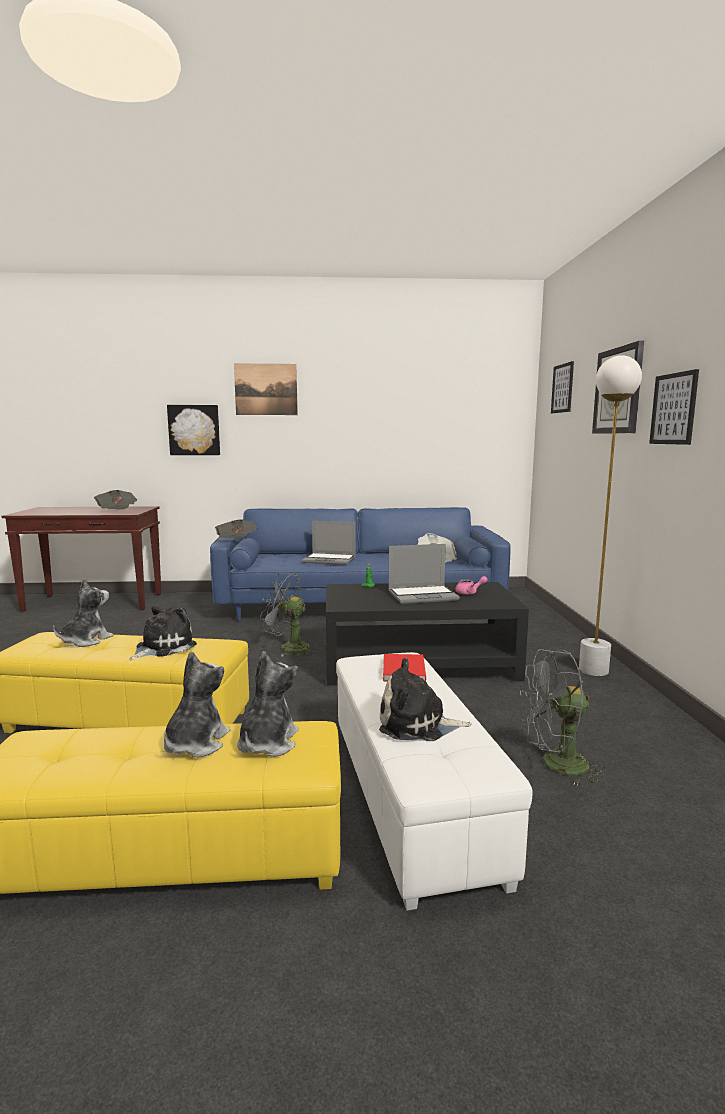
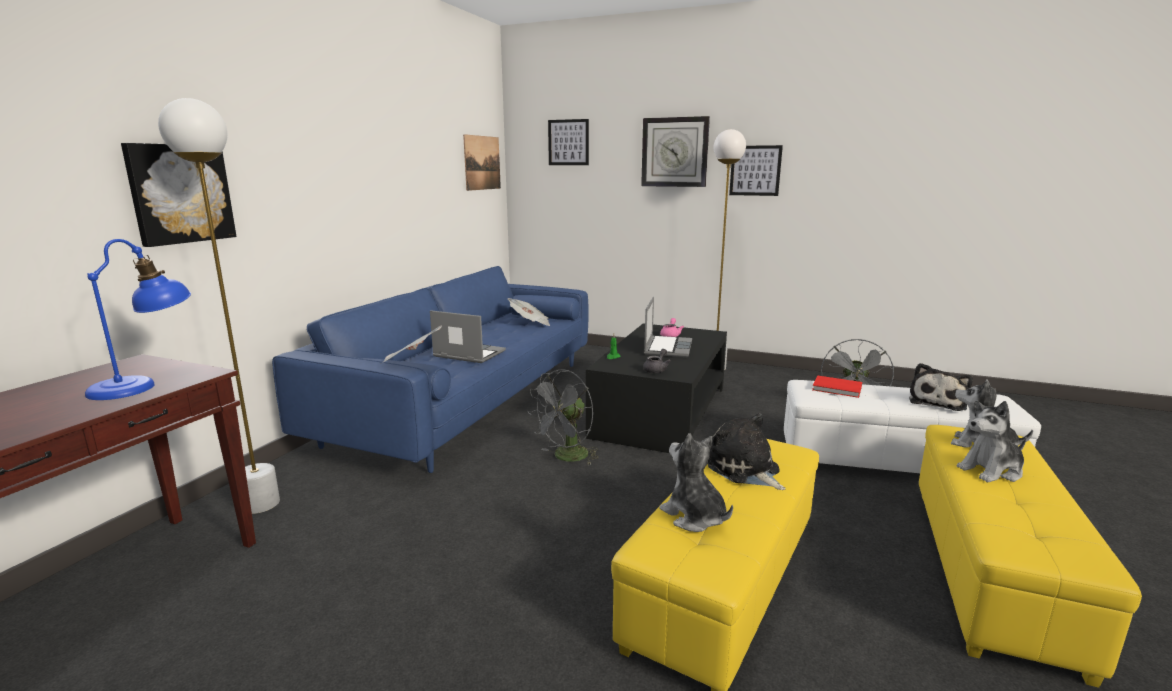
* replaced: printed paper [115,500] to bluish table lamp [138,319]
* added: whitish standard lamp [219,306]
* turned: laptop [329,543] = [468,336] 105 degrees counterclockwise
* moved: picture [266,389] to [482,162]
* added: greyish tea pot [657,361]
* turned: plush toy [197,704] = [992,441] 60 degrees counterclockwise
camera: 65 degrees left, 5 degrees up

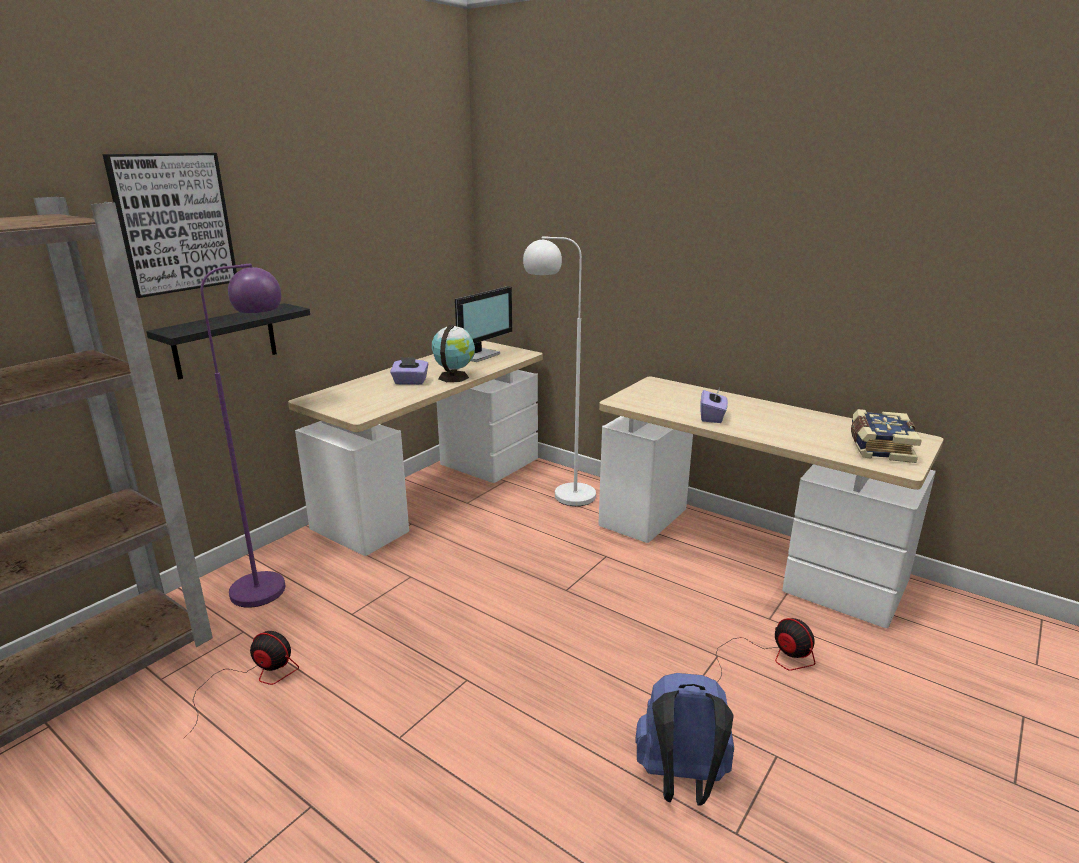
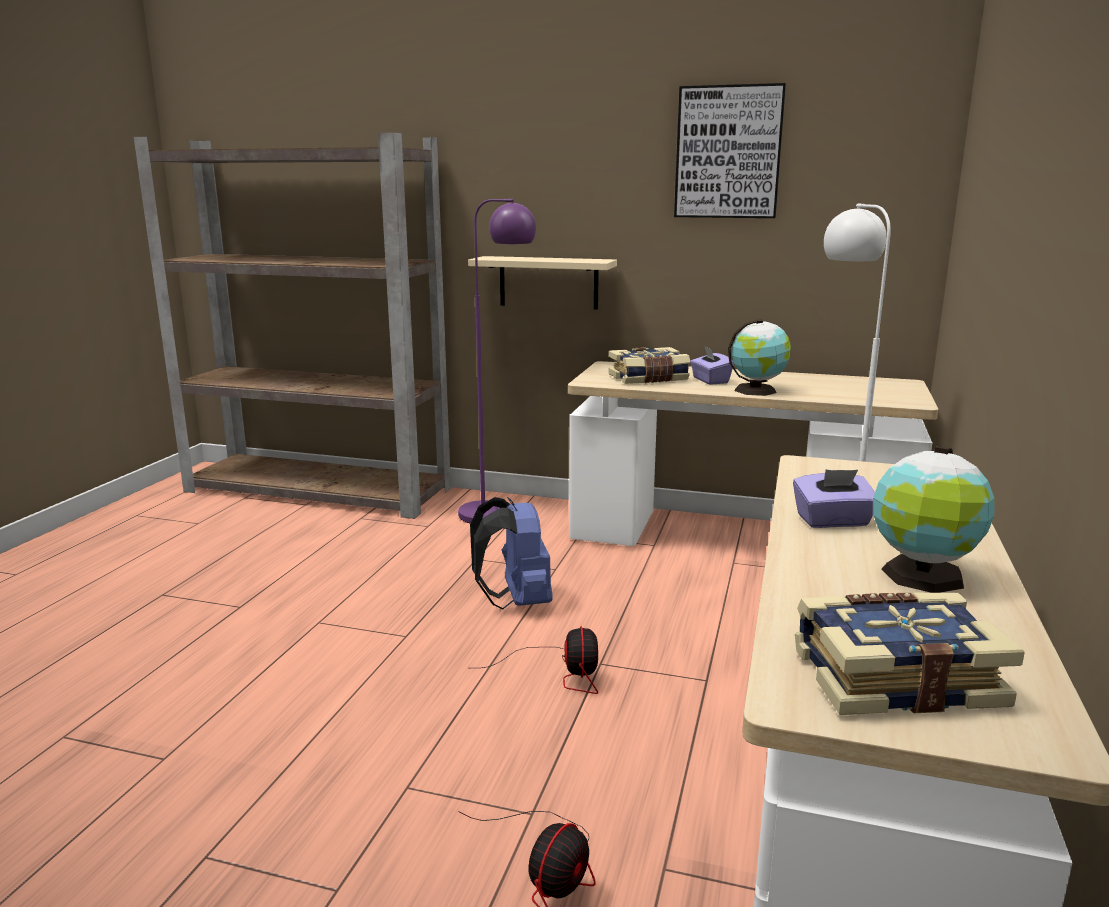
* recoloured: black-coloured shelf [228,341] to beige shelf [542,283]
* moved: bluish knapsack [685,739] to [511,553]
* moved: fan [241,685] to [540,660]
* added: bound book [649,365]
* moved: picture [170,225] to [730,150]
* added: desk globe [933,519]
* removed: computer screen [483,324]
camera: 70 degrees right, 5 degrees down

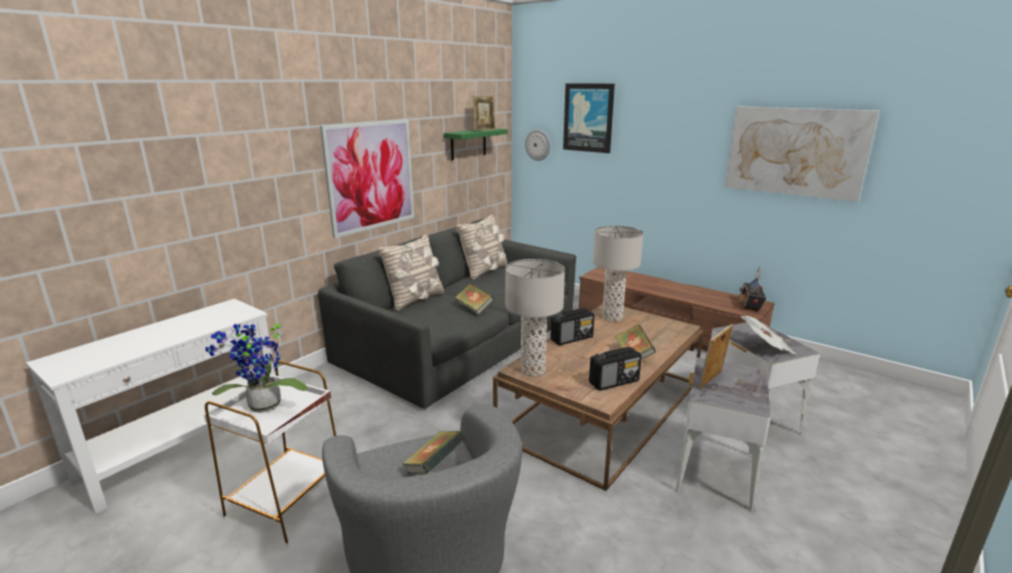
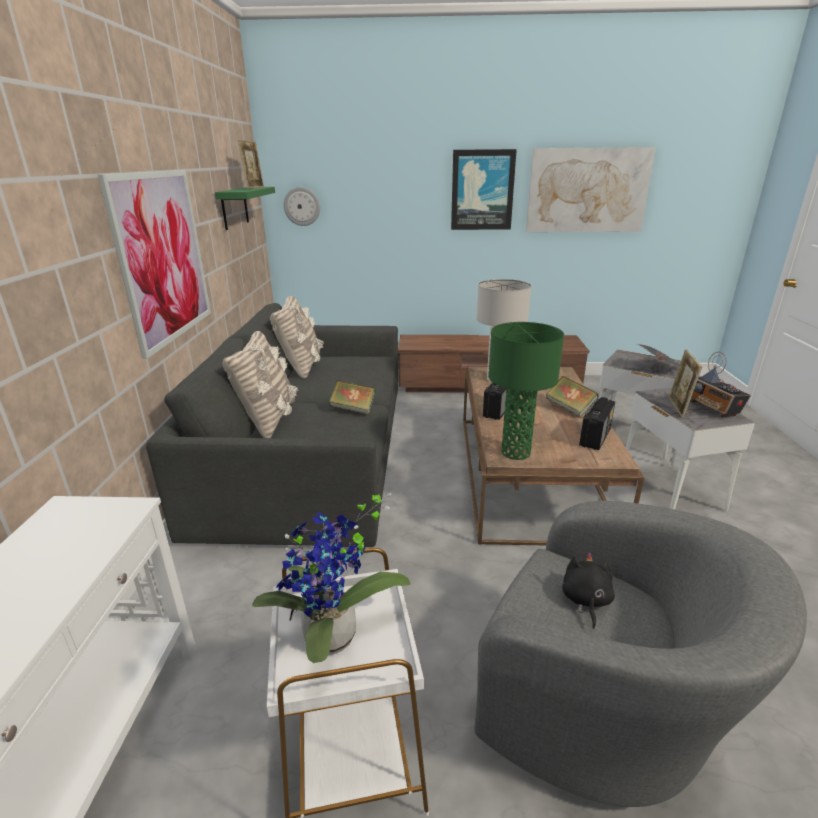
* moved: picture [589,118] to [484,189]
* recoloured: whitish table lamp [535,317] to green table lamp [526,391]
* replaced: bound book [433,452] to black-coloured plush toy [588,590]
* moved: radio receiver [752,289] to [720,384]
camera: 35 degrees left, 5 degrees up

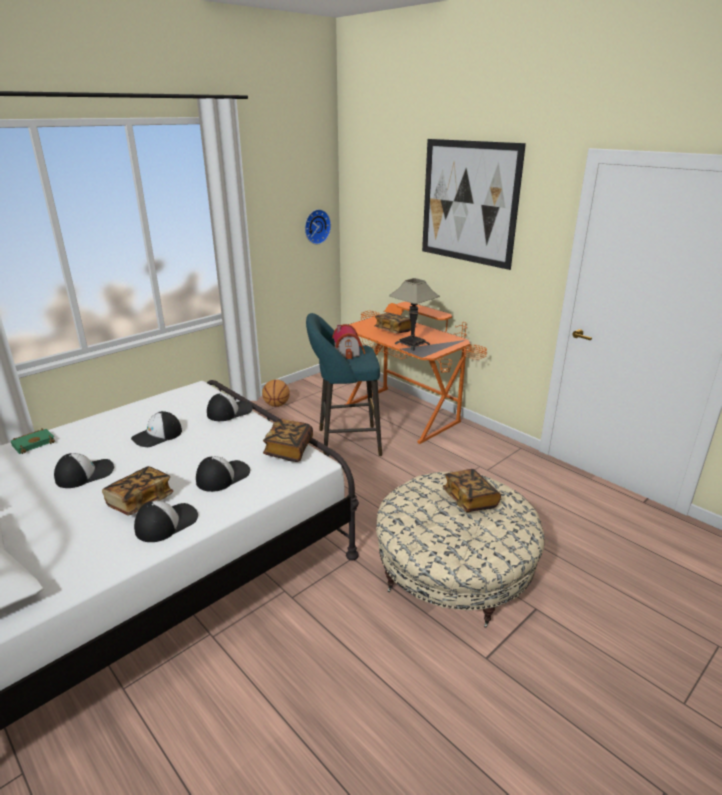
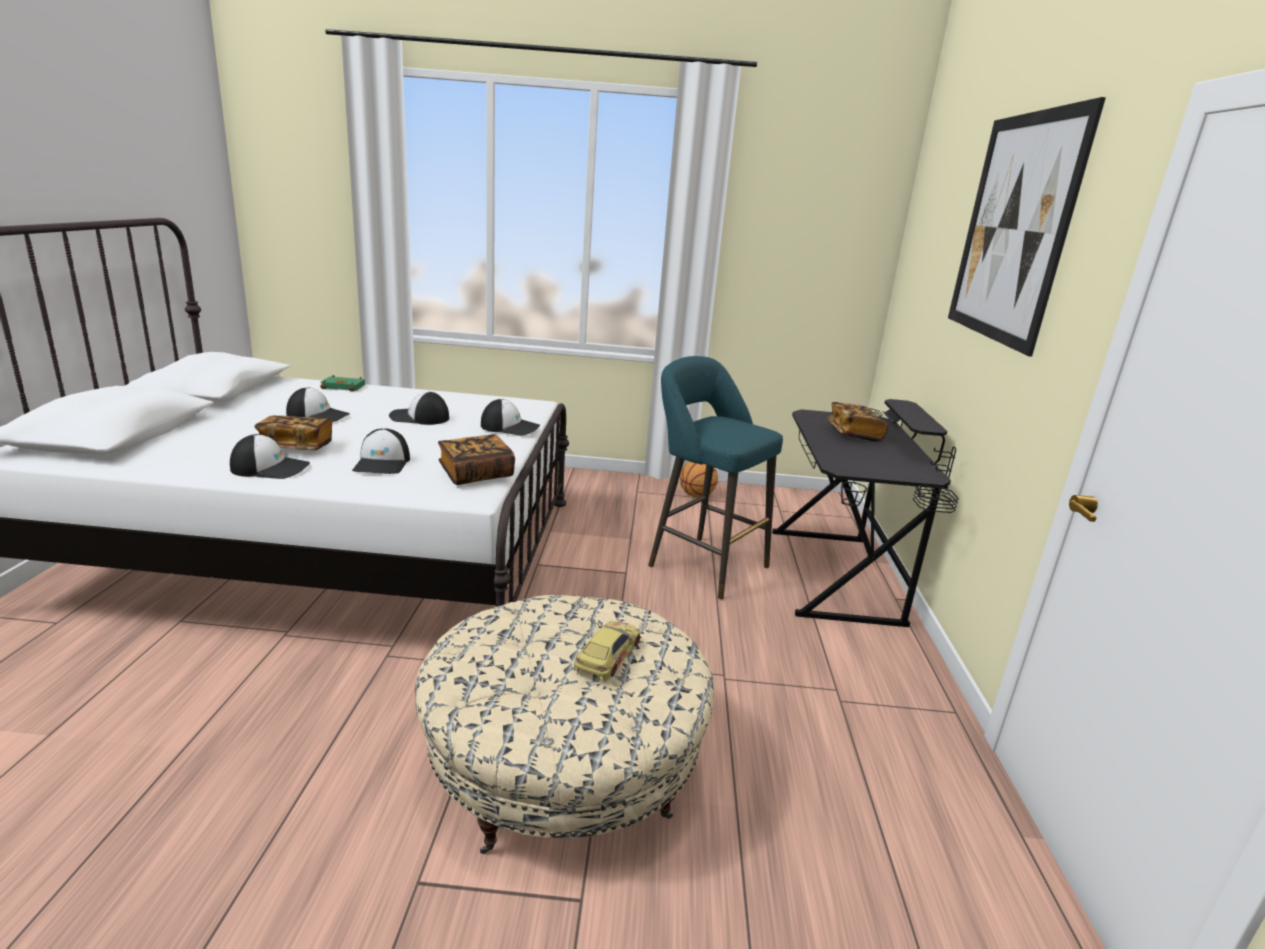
* turned: cap [223,474] = [381,451] 90 degrees clockwise
* replaced: bound book [472,490] to toy car [607,651]
* recoloured: orangey desk unit [416,373] to black-coloured desk unit [865,513]
* removed: wall clock [318,226]
* removed: toy house [348,341]
* removed: table lamp [414,314]
camera: 45 degrees right, 5 degrees down

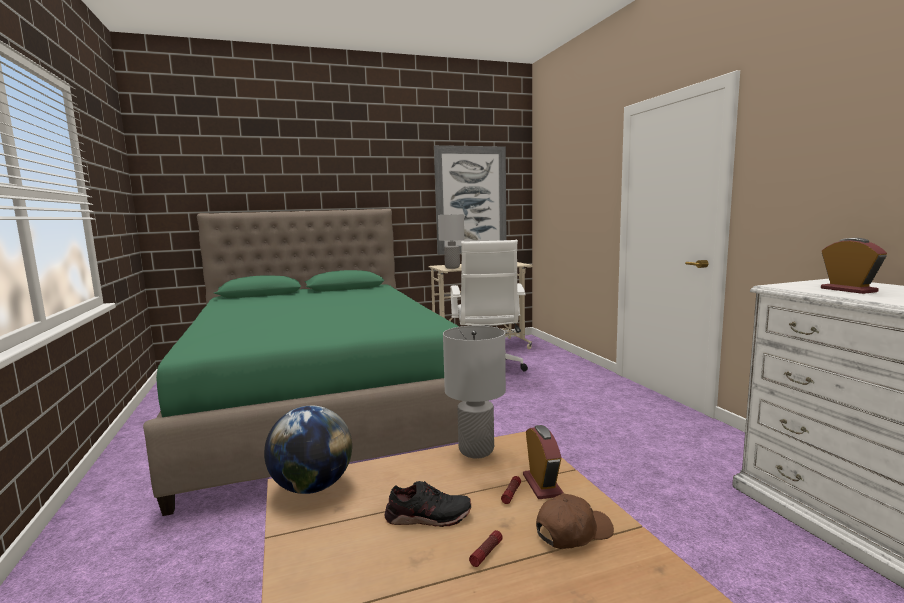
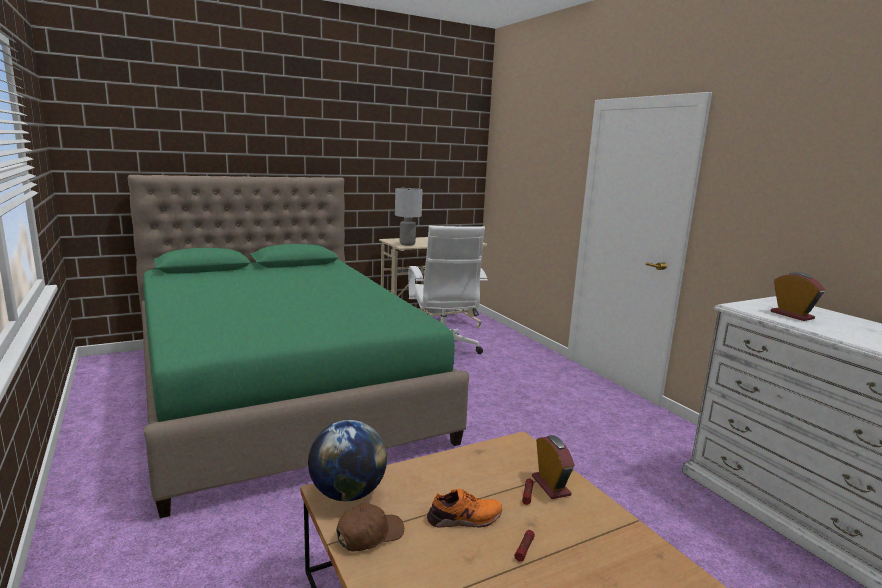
* moved: brown-coloured cap [575,521] to [370,527]
* recoloured: black-coloured shoe [428,504] to orangey shoe [464,508]
* removed: picture [470,199]
* removed: greyish table lamp [474,392]
camera: 10 degrees left, 5 degrees up

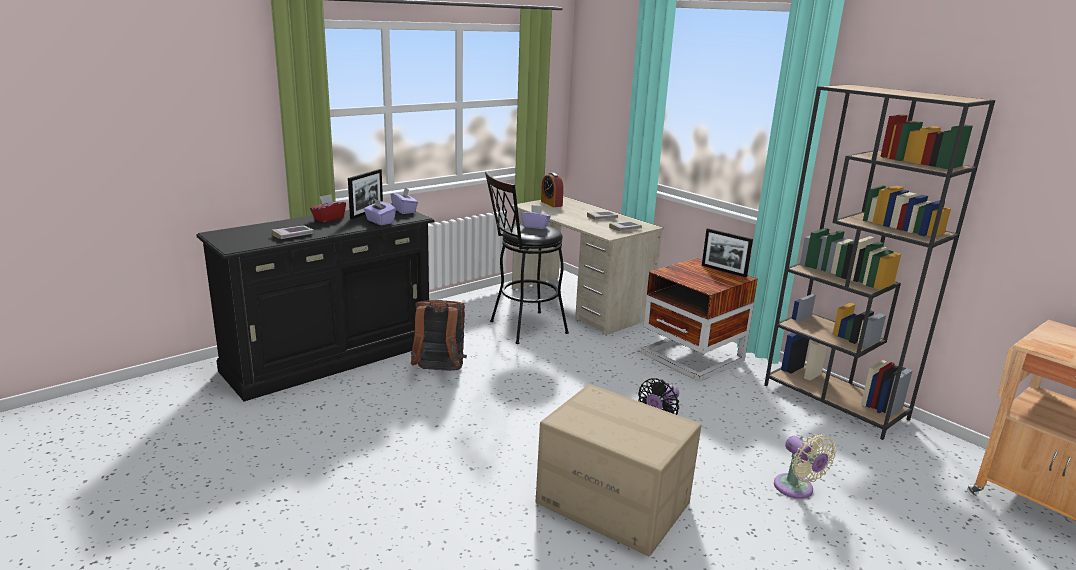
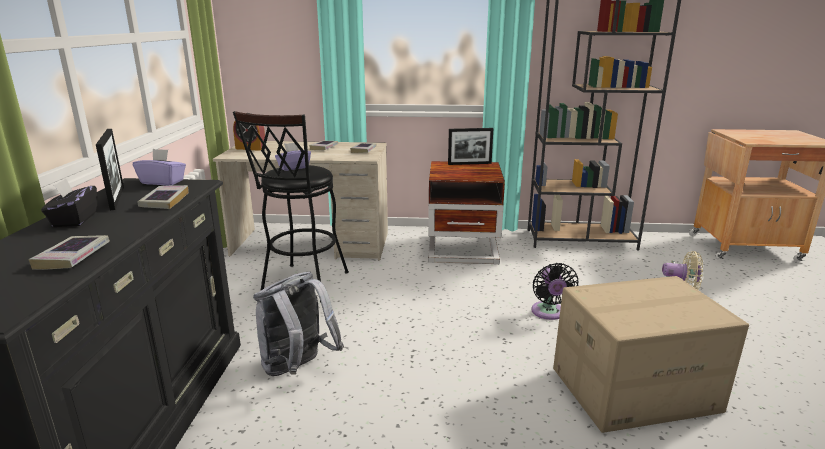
* recoloured: red tissue box [328,208] to black-coloured tissue box [69,202]
* replaced: purple tissue box [380,211] to bound book [163,197]
* recoloured: brown-coloured knapsack [439,335] to greyish knapsack [298,323]
camera: 45 degrees left, 0 degrees up

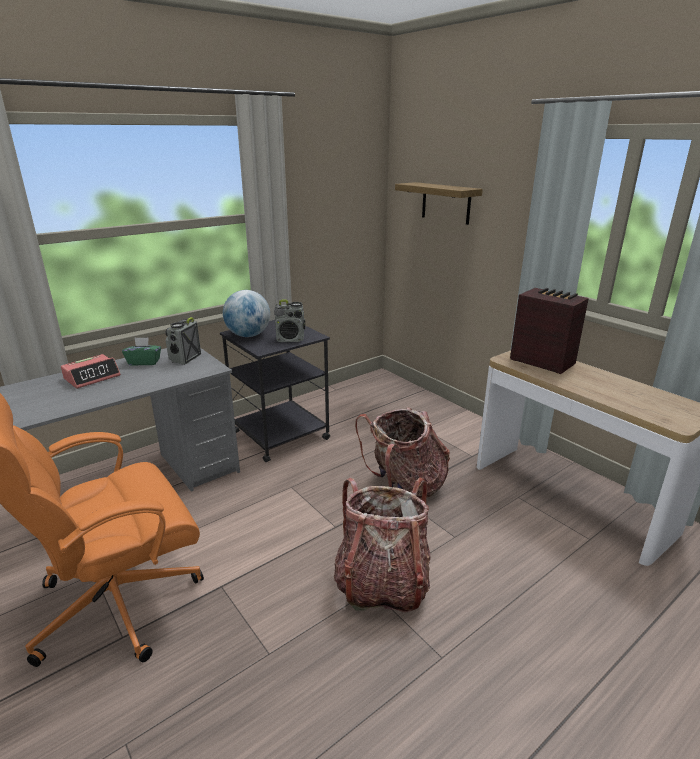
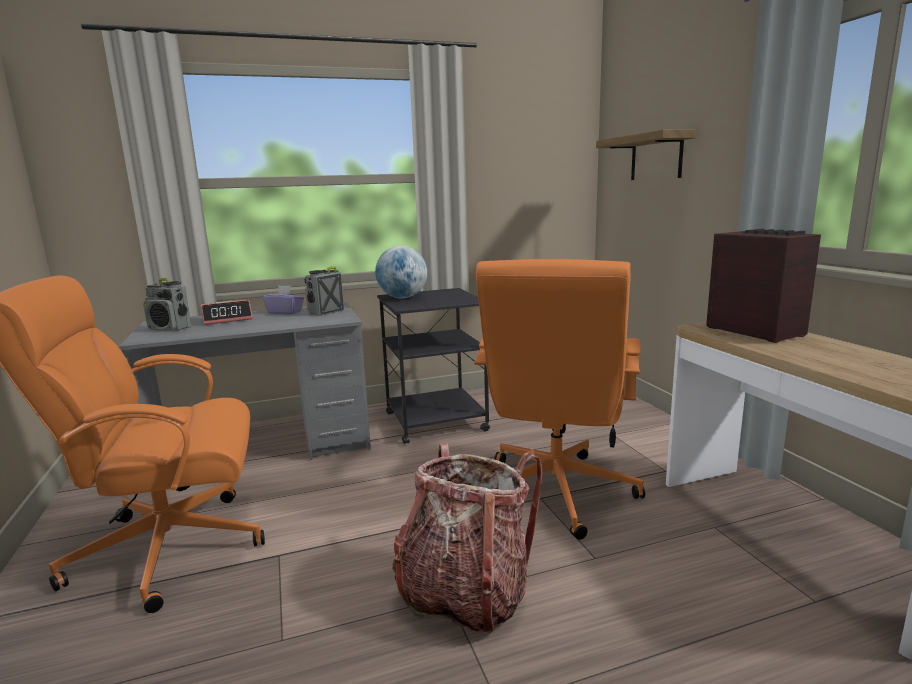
* moved: radio receiver [289,321] to [167,304]
* recoloured: green tissue box [141,351] to purple tissue box [283,300]
* replaced: knapsack [402,452] to orangey computer chair [559,399]
camera: 20 degrees right, 10 degrees down

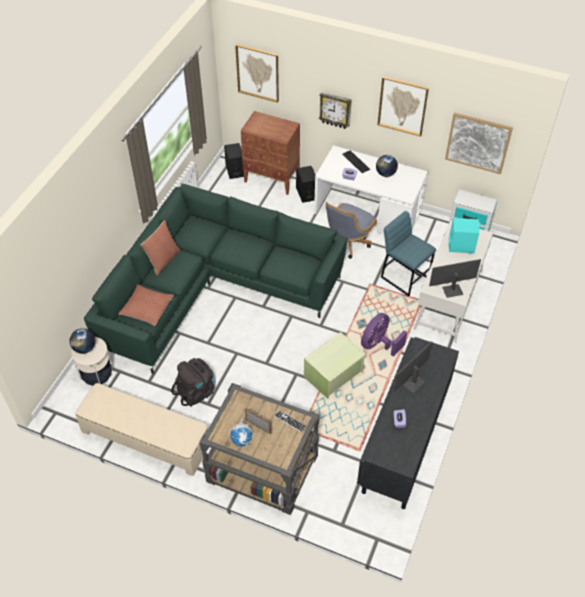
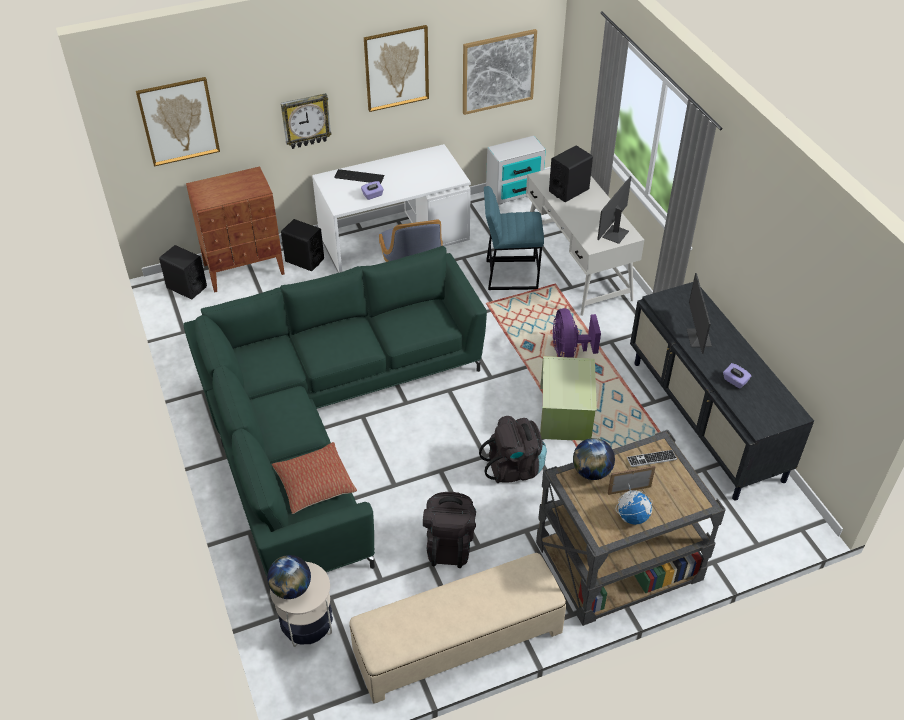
* added: black-coloured knapsack [513,449]
* recoloured: blue-green speaker [464,235] to black-coloured speaker [571,173]
* moved: desk globe [387,166] to [594,459]
* removed: pillow [160,247]
camera: 45 degrees left, 5 degrees down

